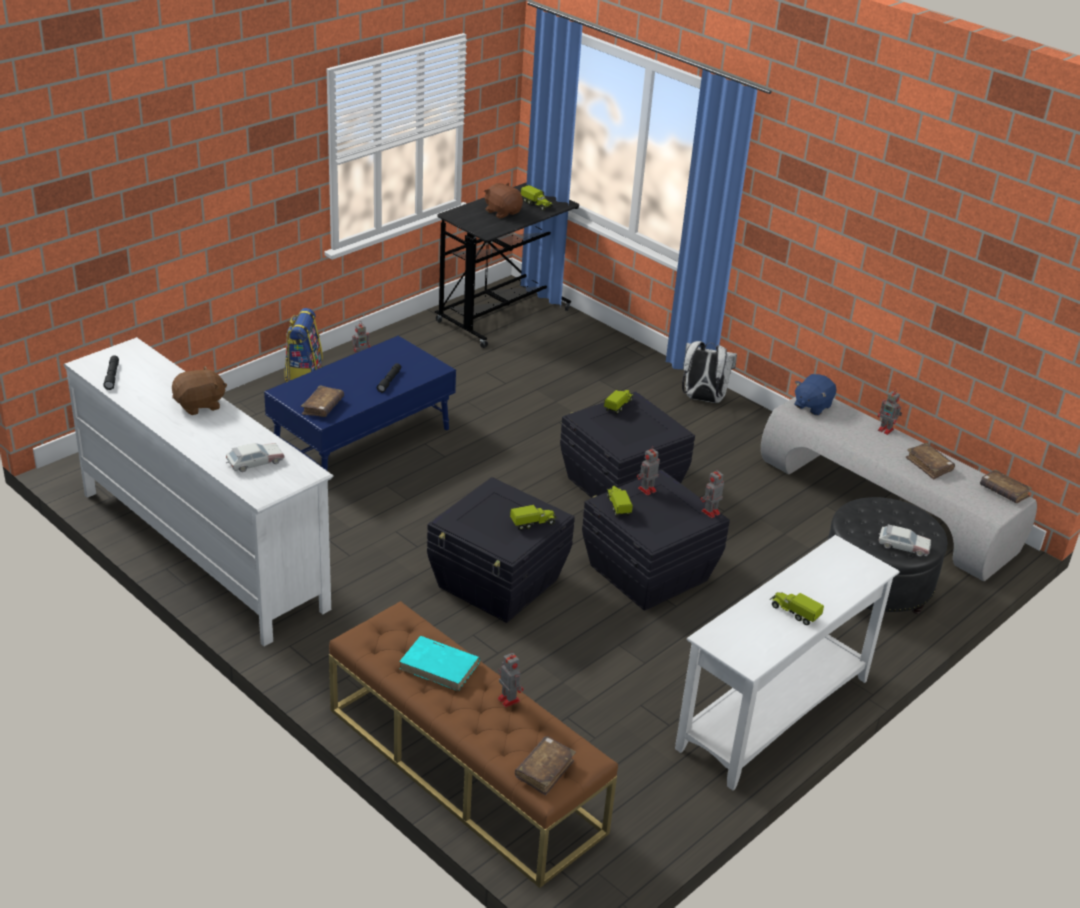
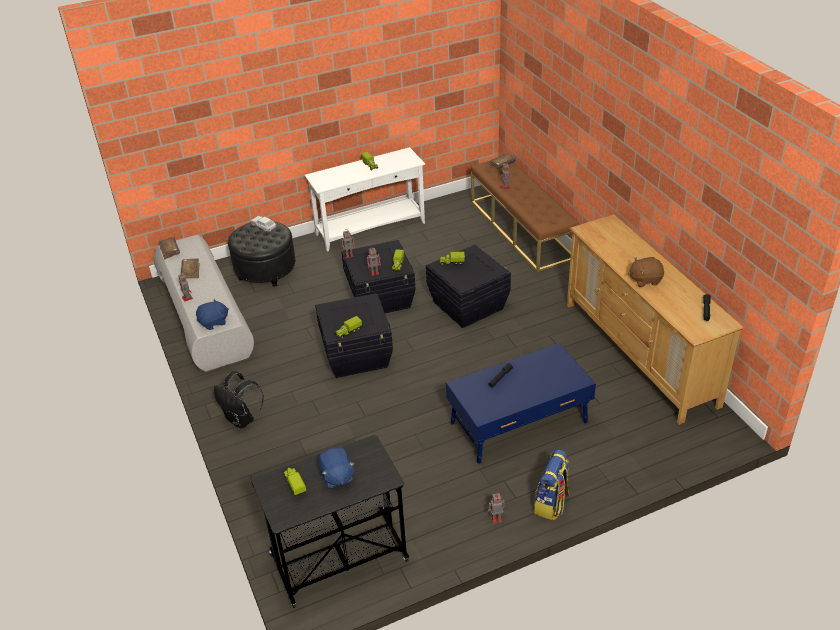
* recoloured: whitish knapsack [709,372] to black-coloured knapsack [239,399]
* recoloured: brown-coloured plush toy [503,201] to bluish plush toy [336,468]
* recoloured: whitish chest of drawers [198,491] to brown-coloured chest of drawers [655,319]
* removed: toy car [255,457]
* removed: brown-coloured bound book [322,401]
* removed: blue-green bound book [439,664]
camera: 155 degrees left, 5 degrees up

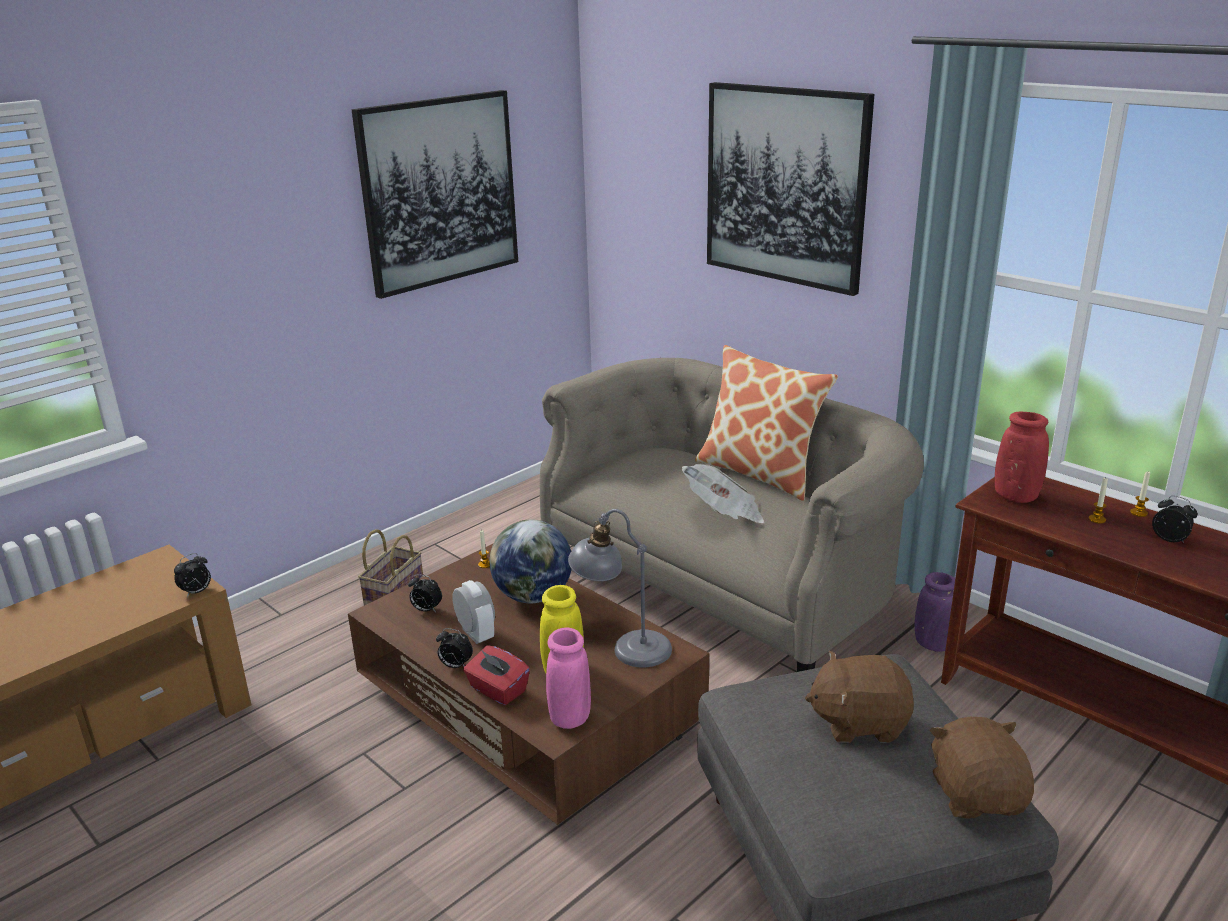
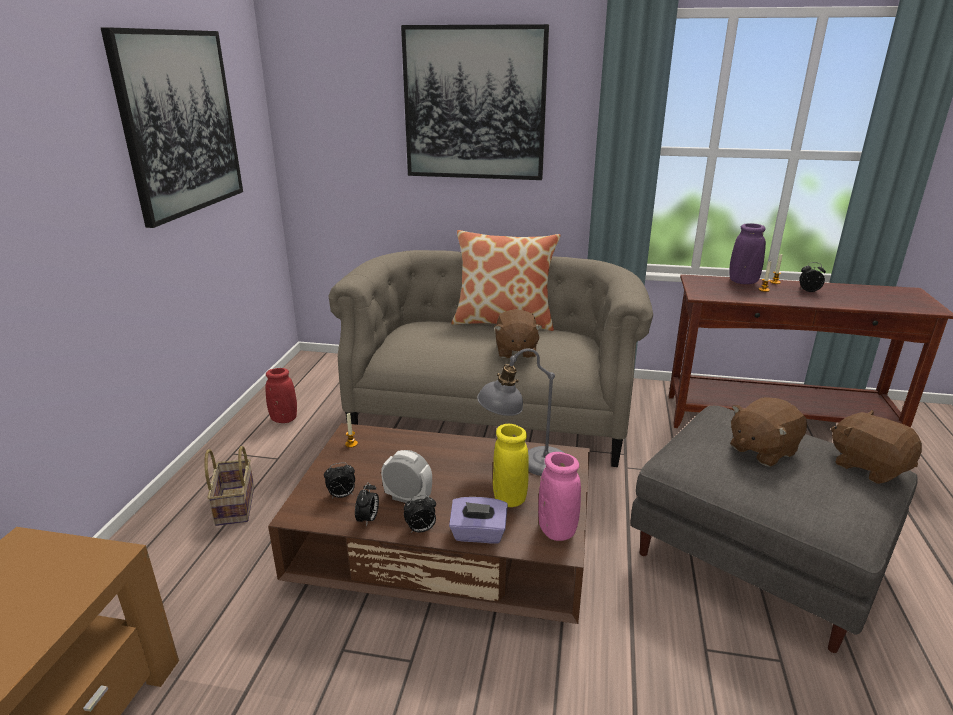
* moved: red vase [1022,457] to [281,395]
* moved: alarm clock [192,575] to [367,504]
* recoloured: red tissue box [496,675] to purple tissue box [478,520]
* replaced: printed paper [723,493] to brown-coloured plush toy [518,333]
* moved: purple vase [935,612] to [747,253]
* removed: desk globe [530,561]
camera: 35 degrees left, 0 degrees up

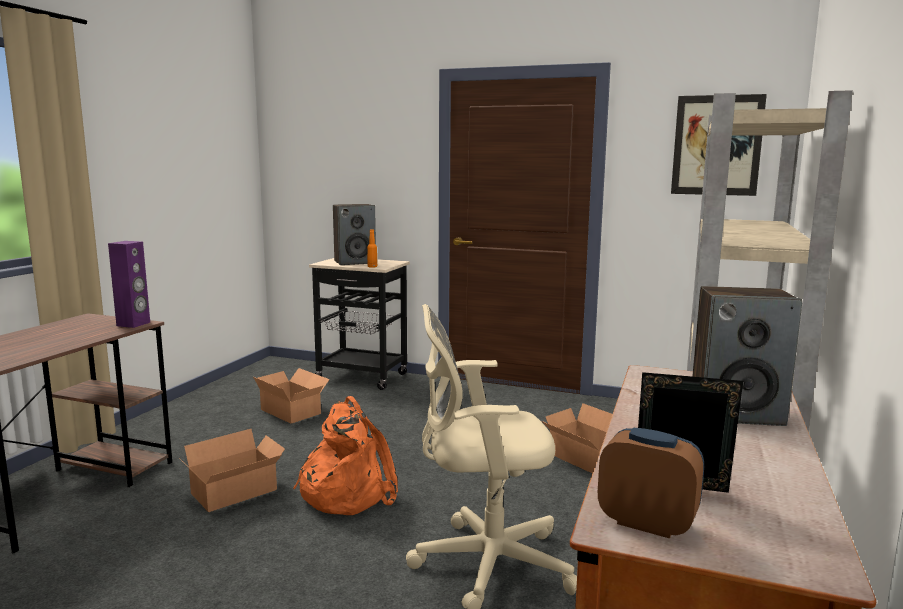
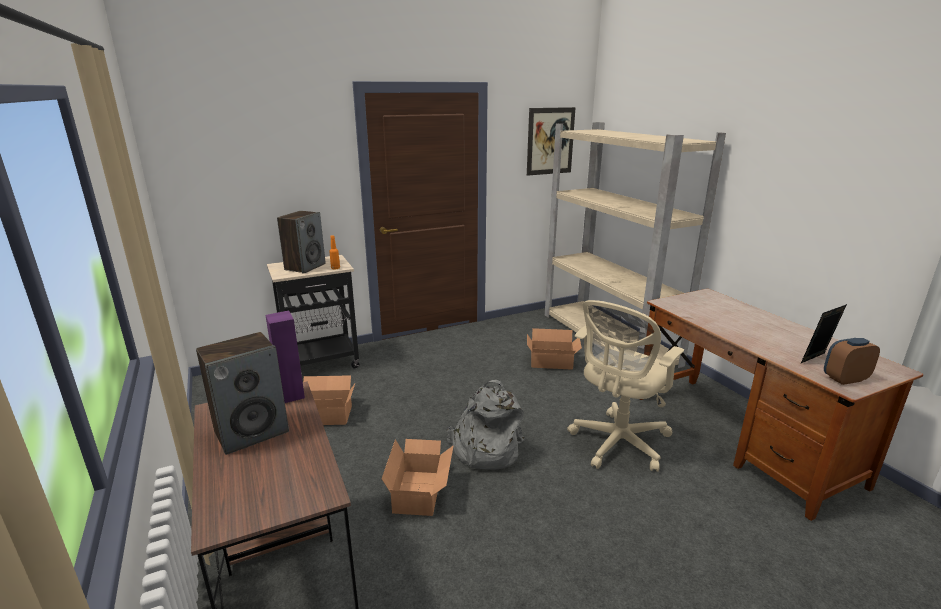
* moved: speaker [747,356] to [242,393]
* recoloured: orangey knapsack [345,455] to greyish knapsack [485,425]
camera: 45 degrees left, 10 degrees up

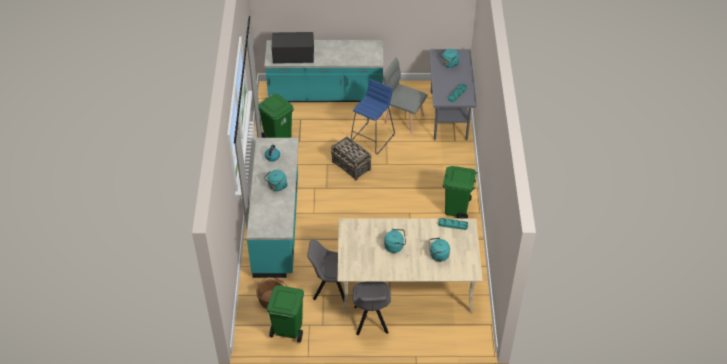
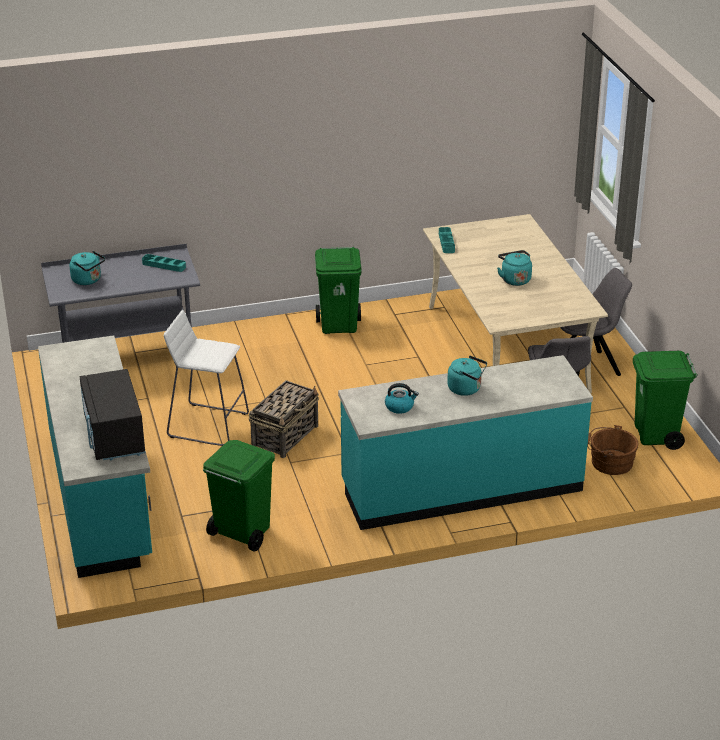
* recoloured: bluish sitting stool [373,116] to whitish sitting stool [206,378]
* removed: greyish plain chair [405,95]
* removed: blue-green water kettle [439,249]
camera: 105 degrees left, 15 degrees down

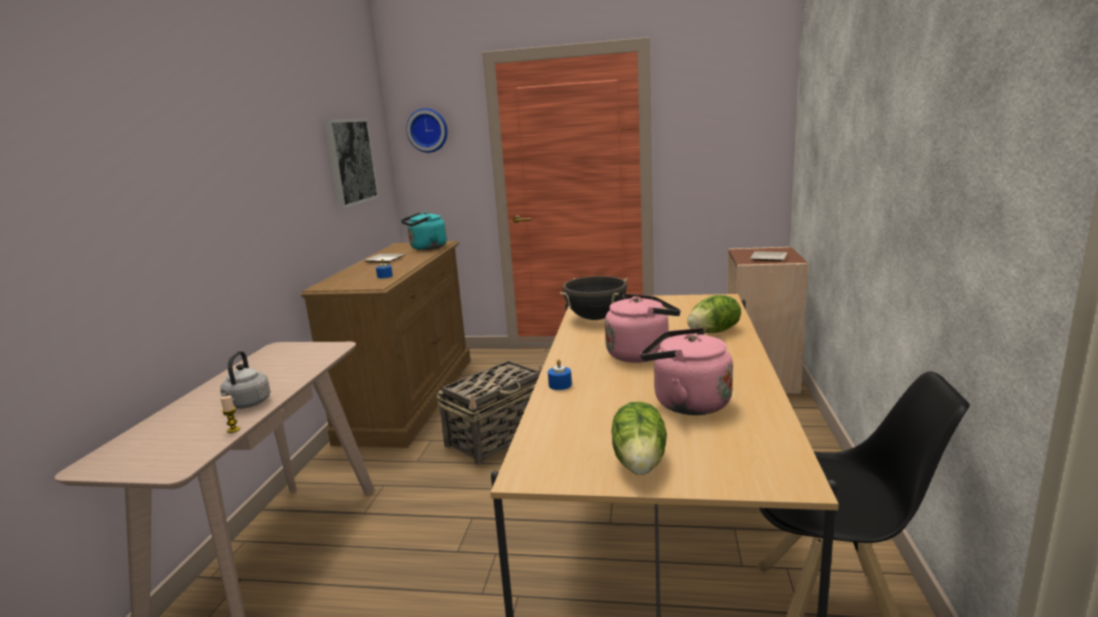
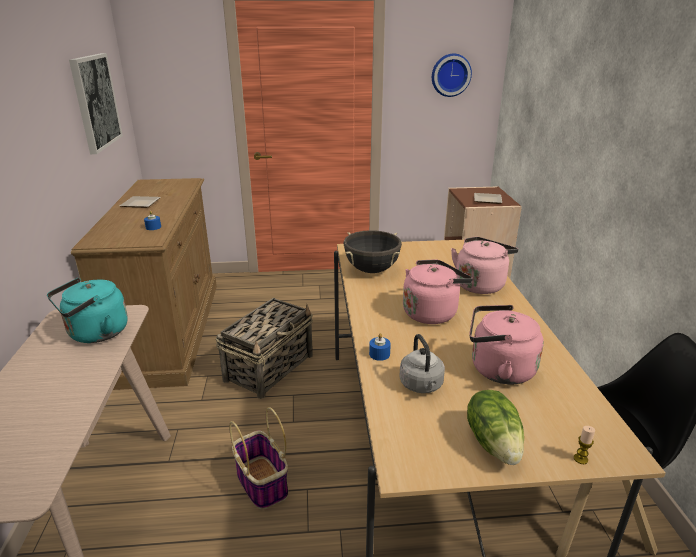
* moved: blue-green water kettle [424,231] to [87,310]
* added: storage basket [258,458]
* moved: greyish water kettle [245,380] to [422,363]
* moved: wall clock [427,130] to [452,75]
* replaced: head of lettuce [714,314] to pinkish water kettle [484,265]
* moved: wax candle [230,414] to [584,445]
camera: 15 degrees left, 10 degrees up

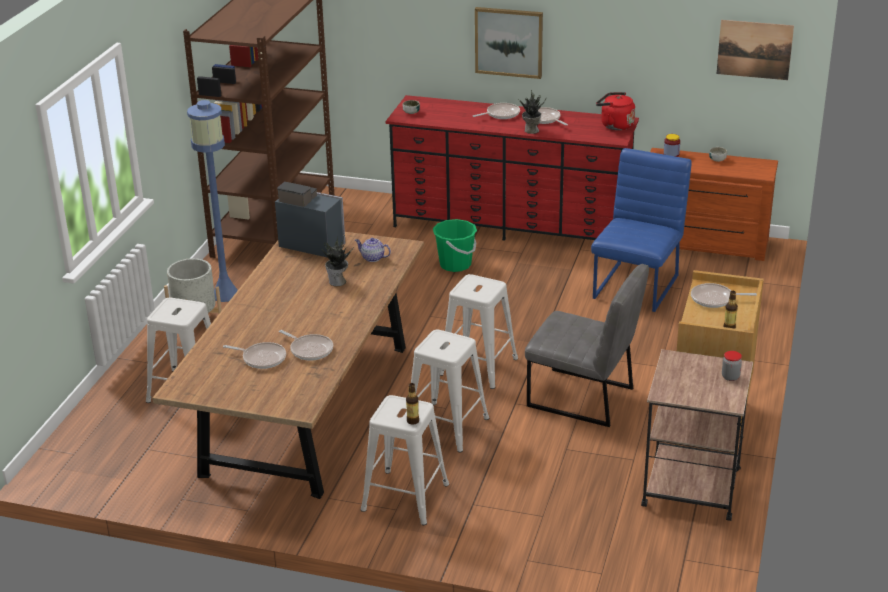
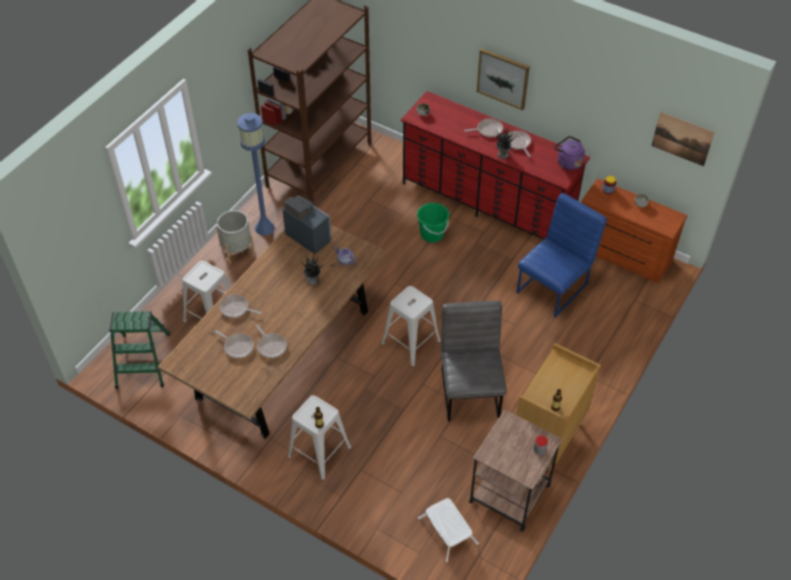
* added: green step stool [139,350]
* moved: pan [724,295] to [240,306]
* added: whitish step stool [448,530]
* turned: greyish plain chair [587,345] = [474,361] 135 degrees counterclockwise
* recoloured: red water kettle [615,111] to purple water kettle [569,153]
* removed: whitish sitting stool [450,391]
camera: 15 degrees right, 20 degrees up

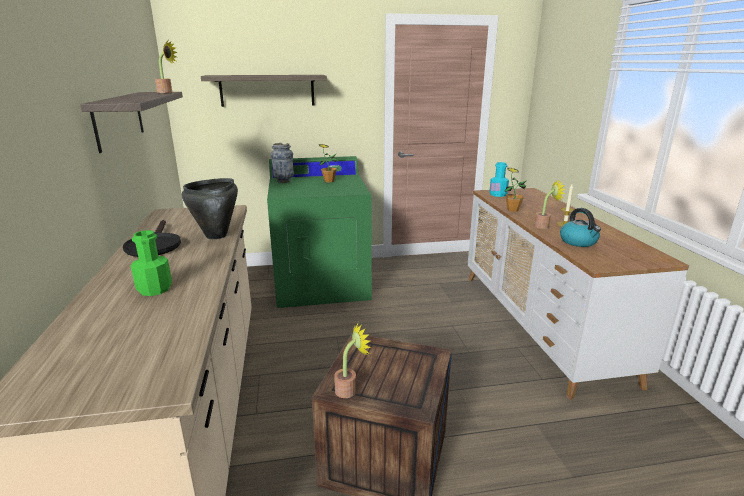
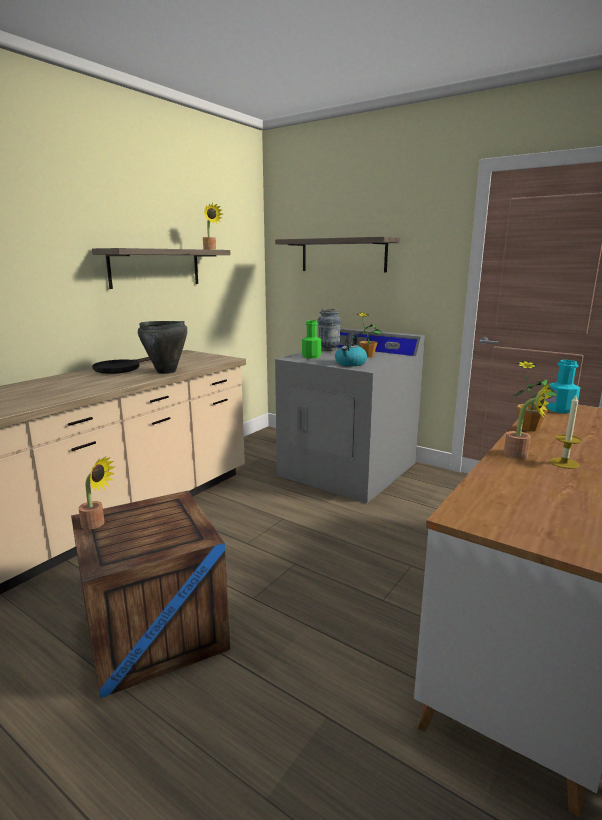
* recoloured: green washing machine [319,232] to greyish washing machine [350,415]
* moved: green bottle [151,263] to [311,339]
* moved: water kettle [580,227] to [351,349]
camera: 45 degrees right, 5 degrees down

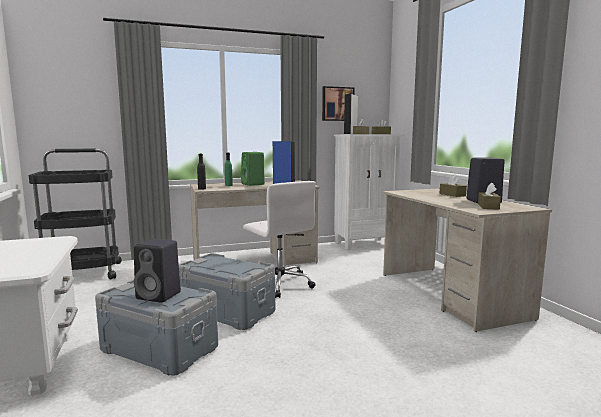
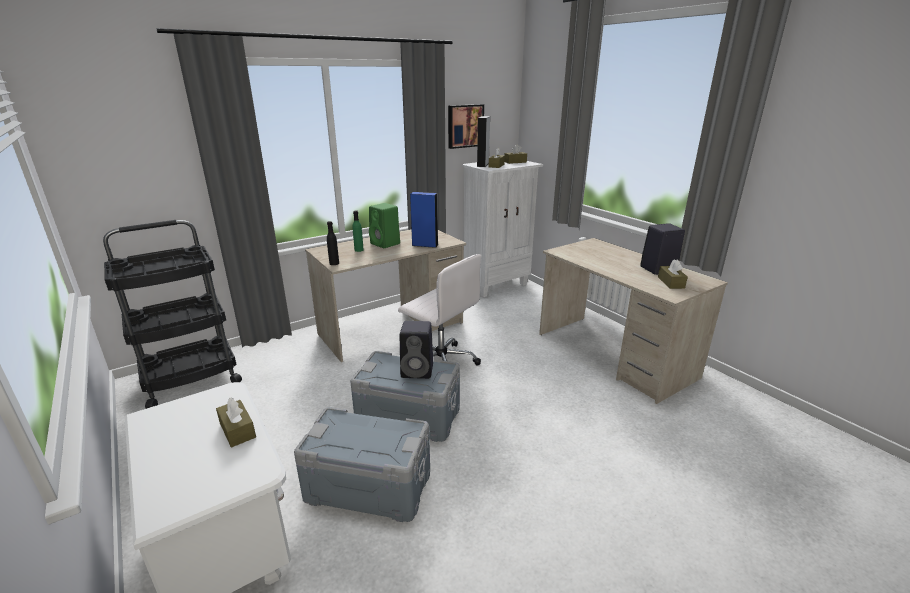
* moved: brown-coloured tissue box [453,185] to [236,423]
* moved: black-coloured speaker [157,271] to [416,350]
camera: 15 degrees left, 15 degrees up

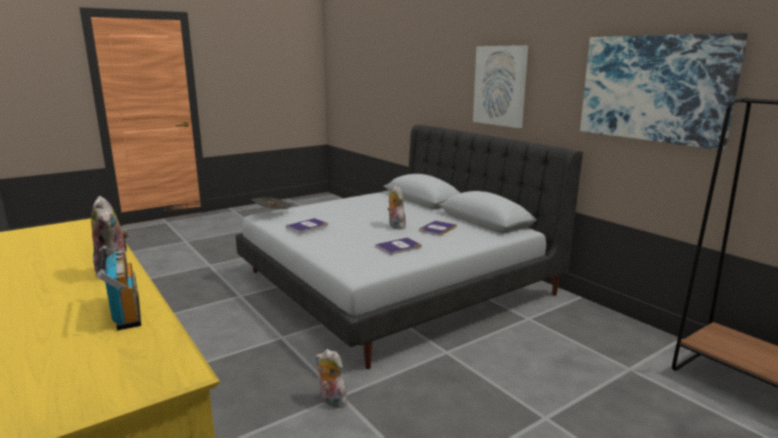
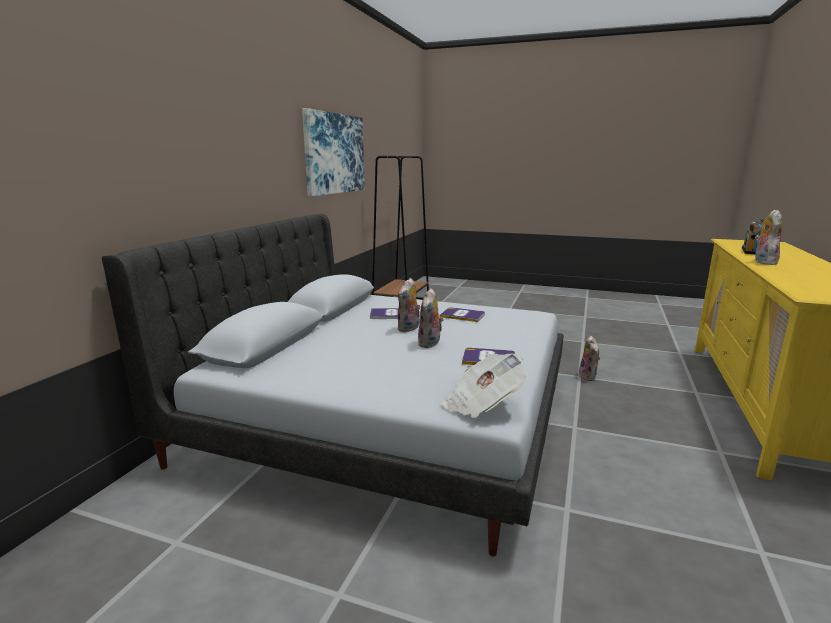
* added: plush toy [431,318]
* removed: picture [500,86]
camera: 125 degrees left, 0 degrees up

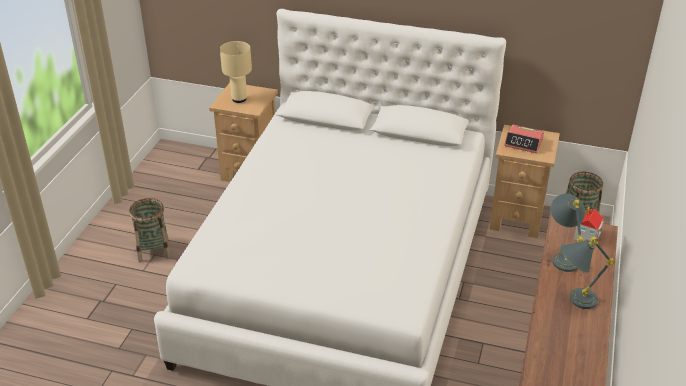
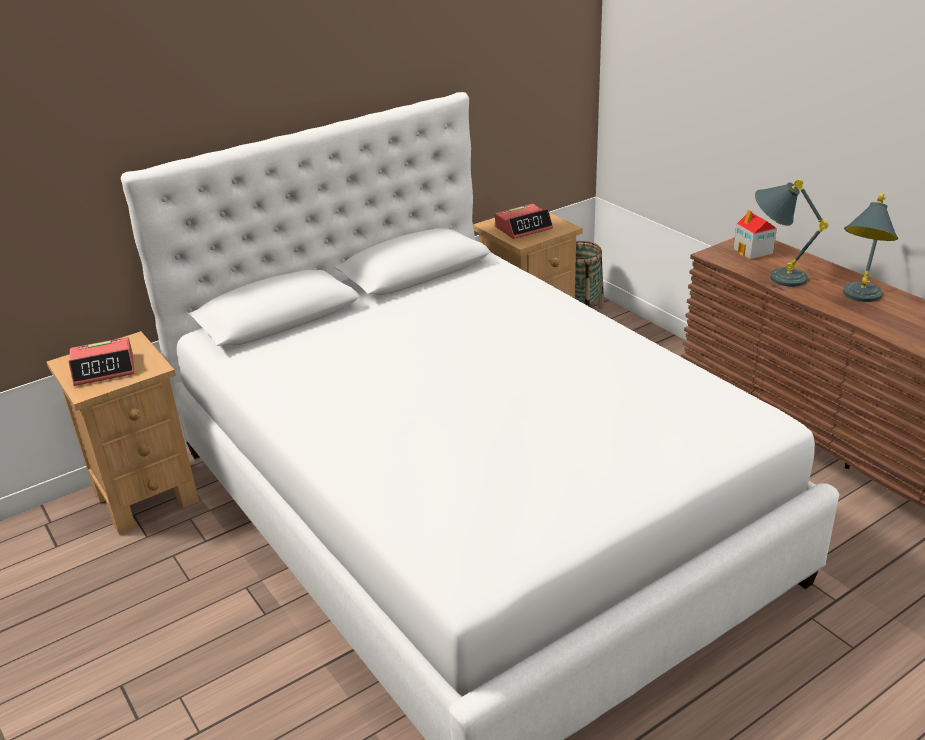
* replaced: beige table lamp [236,72] to alarm clock [101,361]
* removed: storage basket [149,230]
camera: 50 degrees left, 5 degrees down

